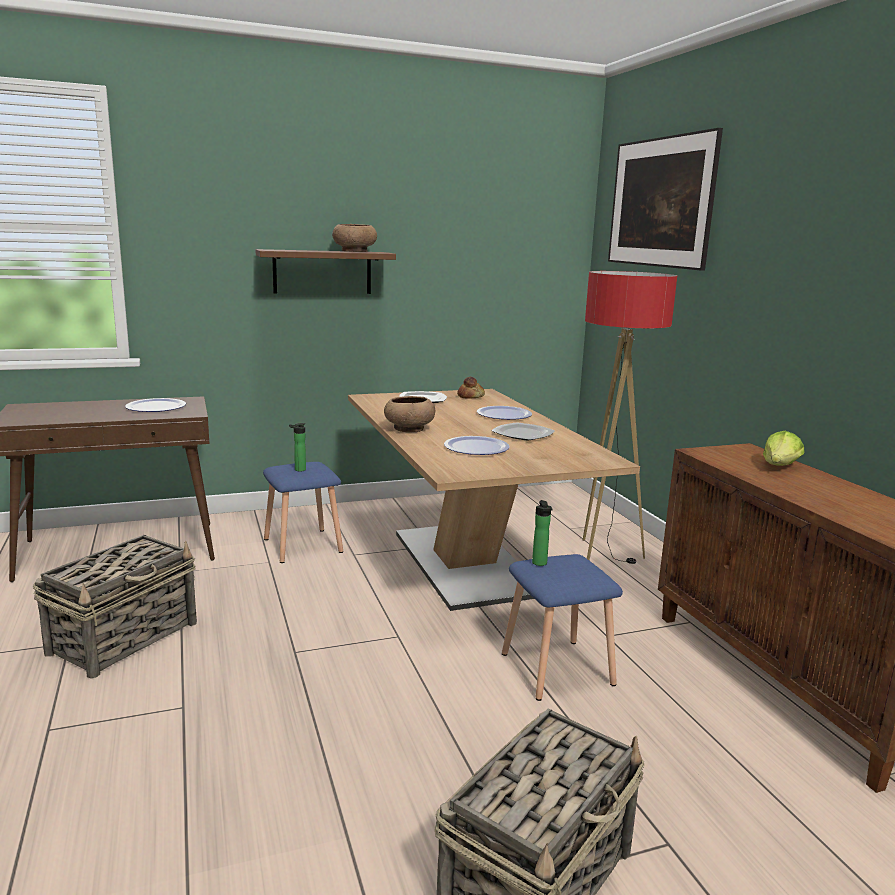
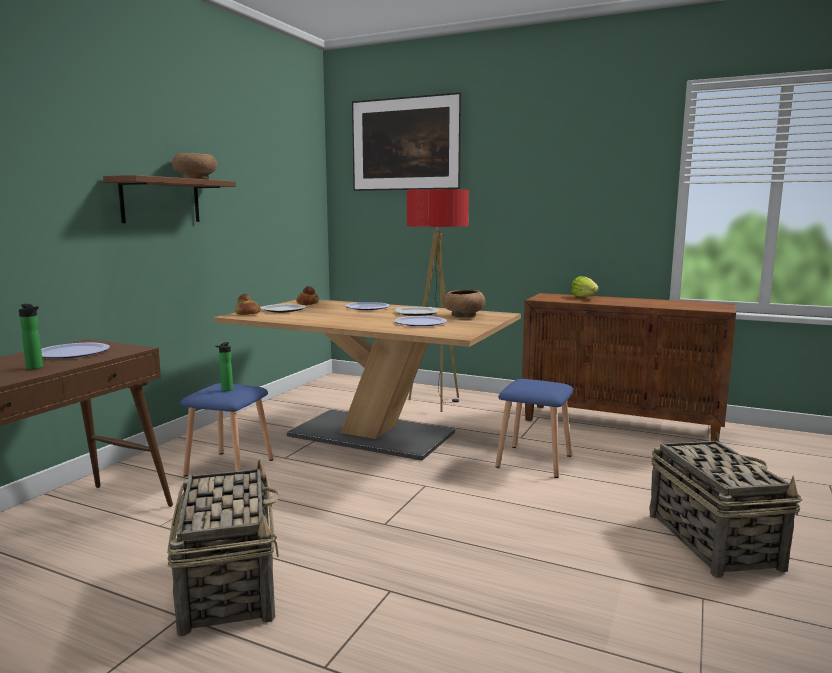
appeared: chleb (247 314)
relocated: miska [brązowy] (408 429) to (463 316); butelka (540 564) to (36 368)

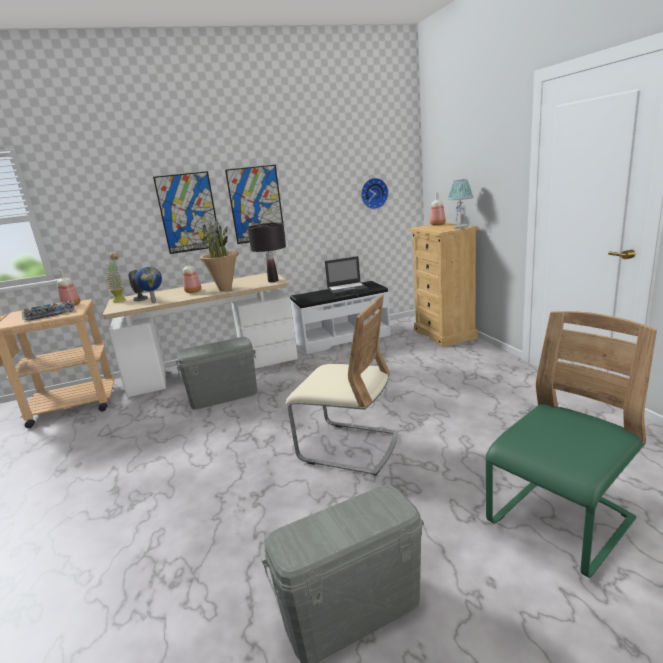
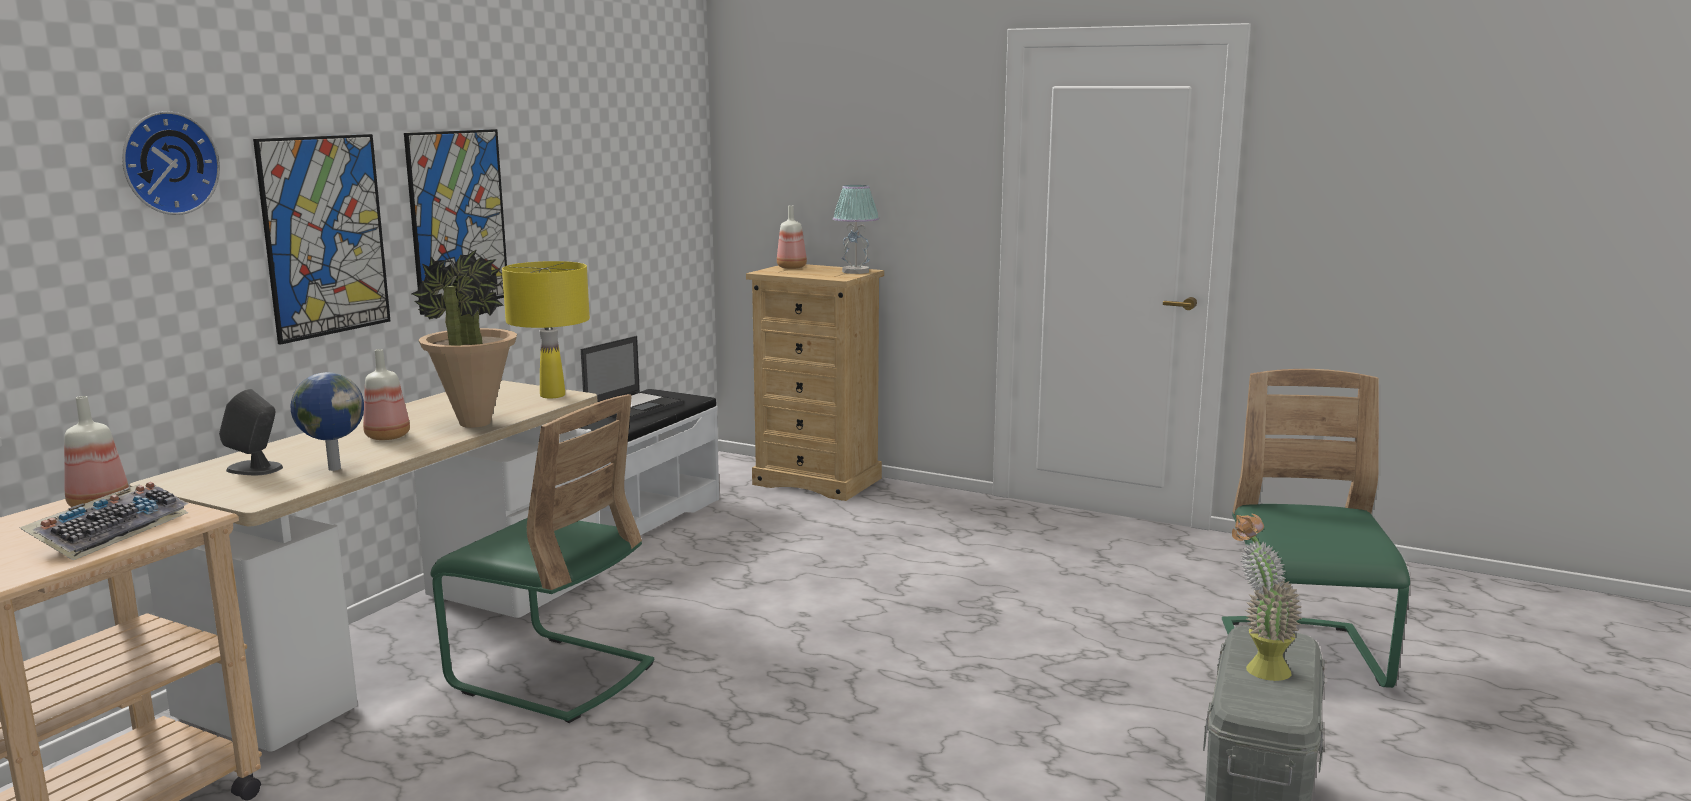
missing: krzesło [beżowy] (348 447)
relocated: zegar ścienny (373 193) to (167 163); roślina doniczkowa (120 299) to (1257 667)
exchanged: pojemnik do przechowywania [szary] (223 396) to krzesło [zielony] (551 676)
colour: lampa stołowa [czarny] (273 281) to lampa stołowa [żółty] (552 395)

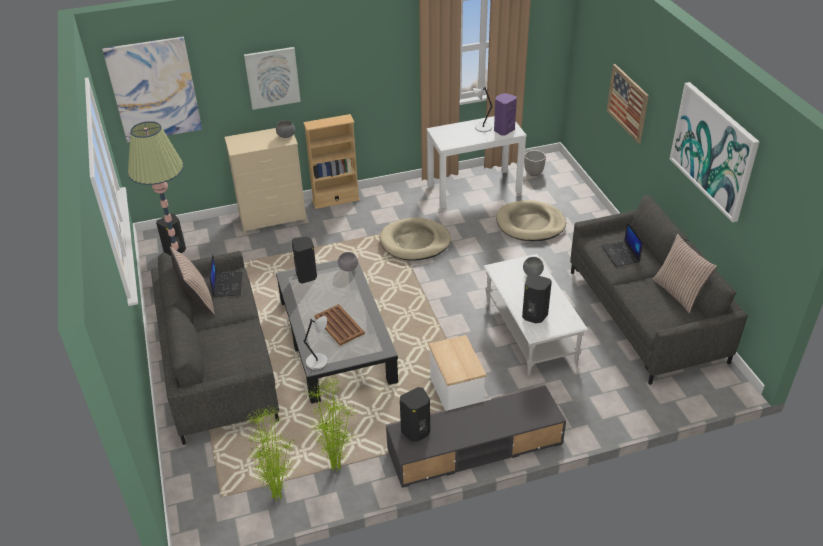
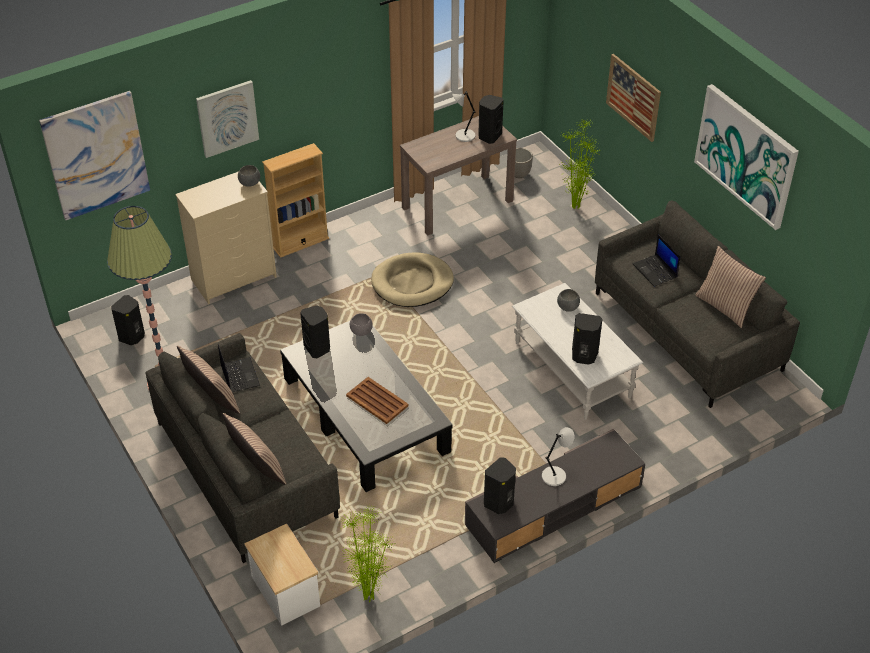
missing: legowisko [beżowy] (530 224)
appeared: poduszka (257 469)
relocated: lampa stołowa [szary] (318 361) to (555 475); stolik (456 393) to (286 591); roślina doniczkowa (336 466) to (575 206)
colour: głośnik [fioletowy] (503 130) to głośnik [czarny] (489 136); stolik konsolowy [biały] (474 188) to stolik konsolowy [brązowy] (457 204)

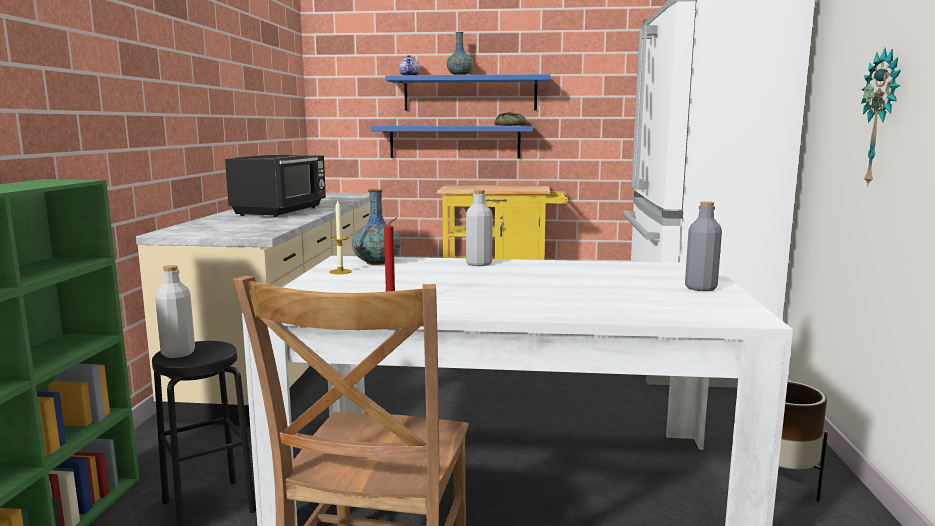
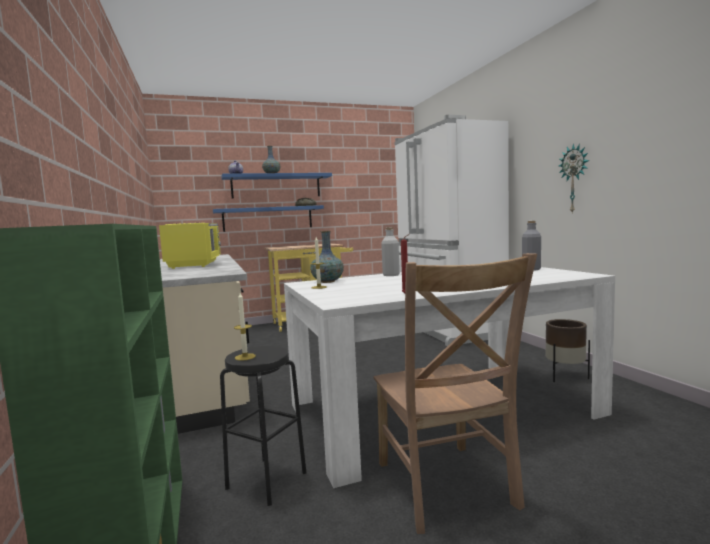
exchanged: butelka [szary] (178 353) to świeca (245 357)
colour: mikrofalówka [czarny] (281 211) to mikrofalówka [żółty] (195 264)

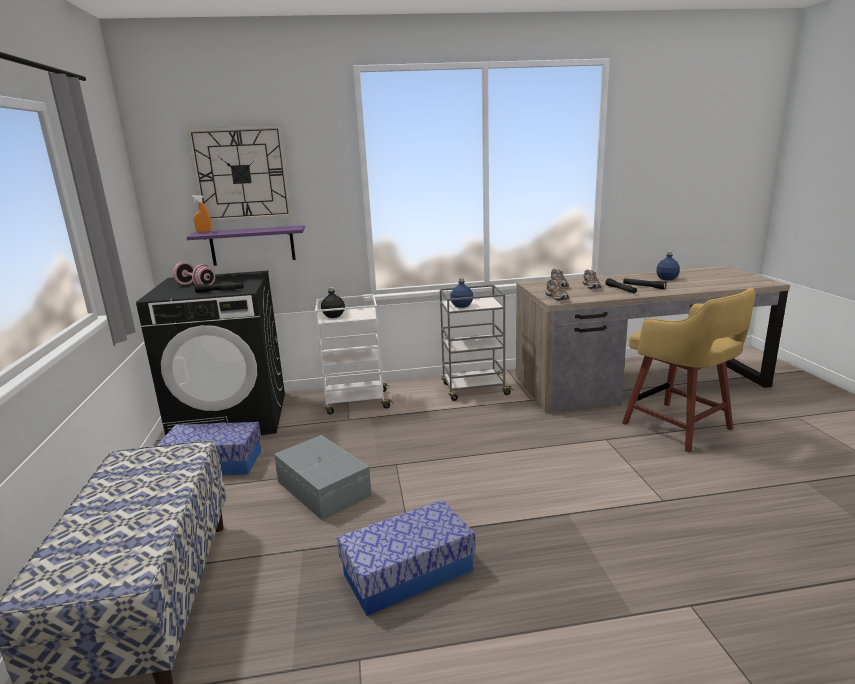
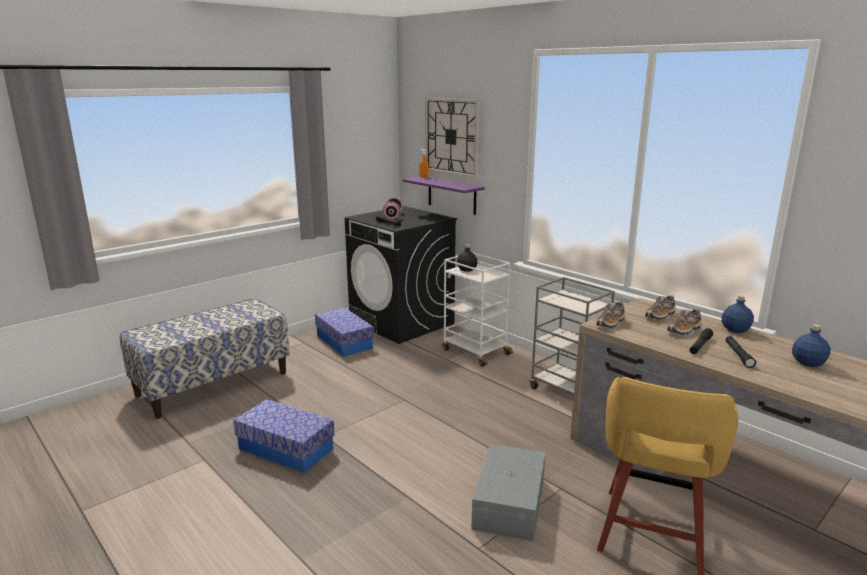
relocated: butelka [niebieski] (462 306) to (736 330); pojemnik do przechowywania [szary] (324 487) to (511 503)

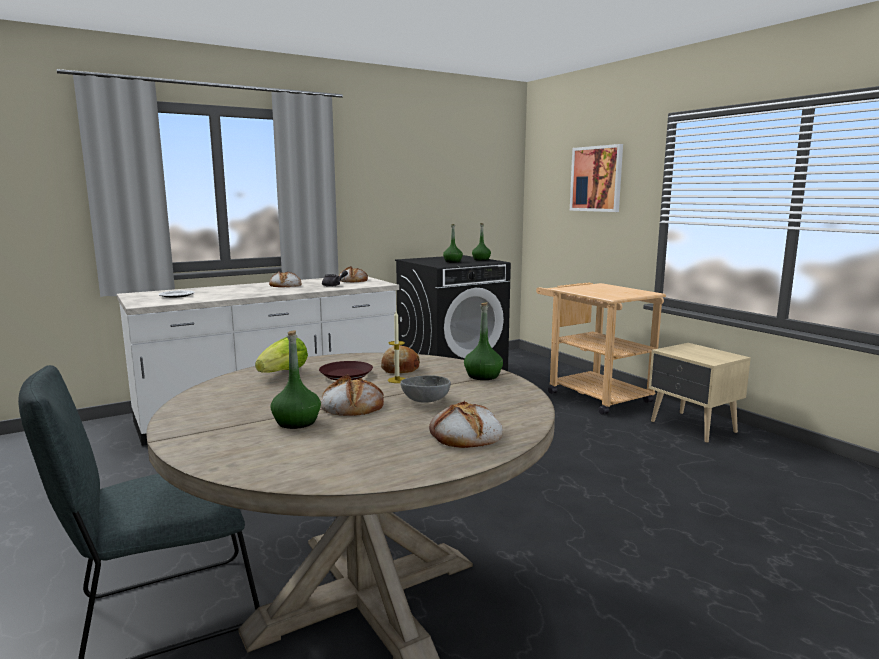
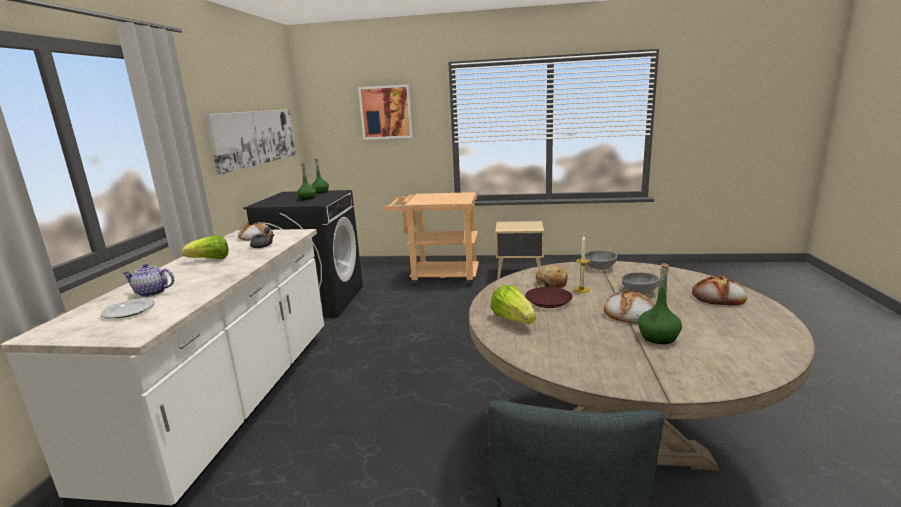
appeared: obraz (256 138); imbryk (151 293)
exchanged: chleb (285 285) to sałata (210 260); butelka [zielony] (483 376) to miska [szary] (599 268)

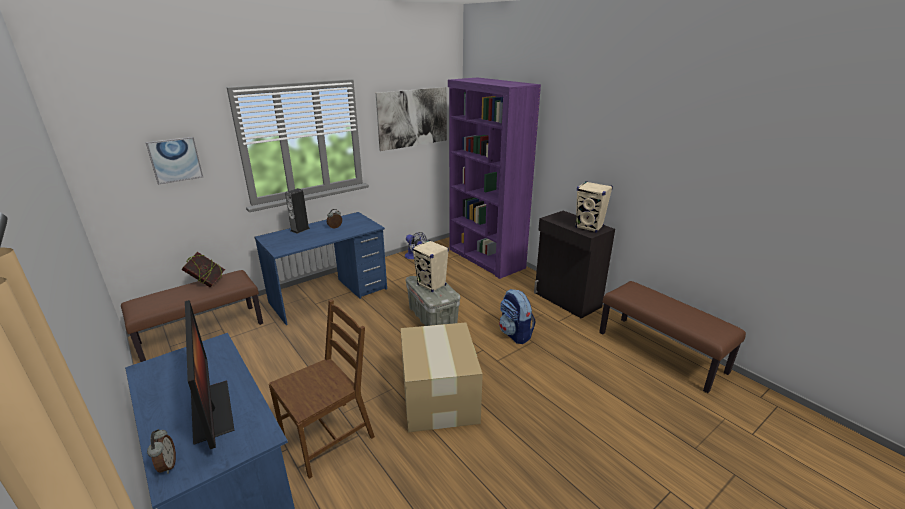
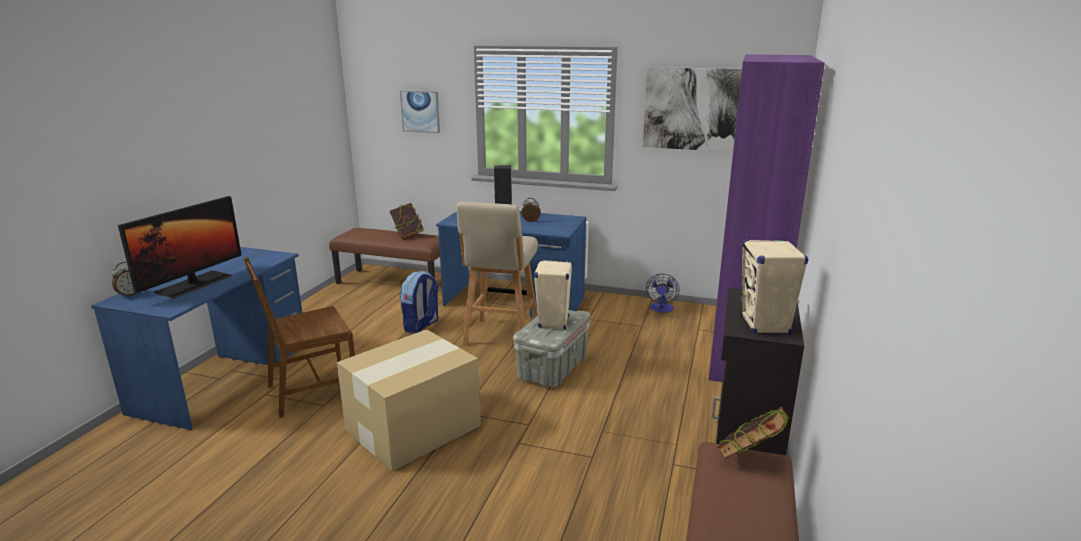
appeared: stołek [beżowy] (501 336); książka (749 459)
relocated: plecak (515 334) to (421 325)
spun: krzesło [brązowy] (328 436) = (312 391) 135 degrees clockwise

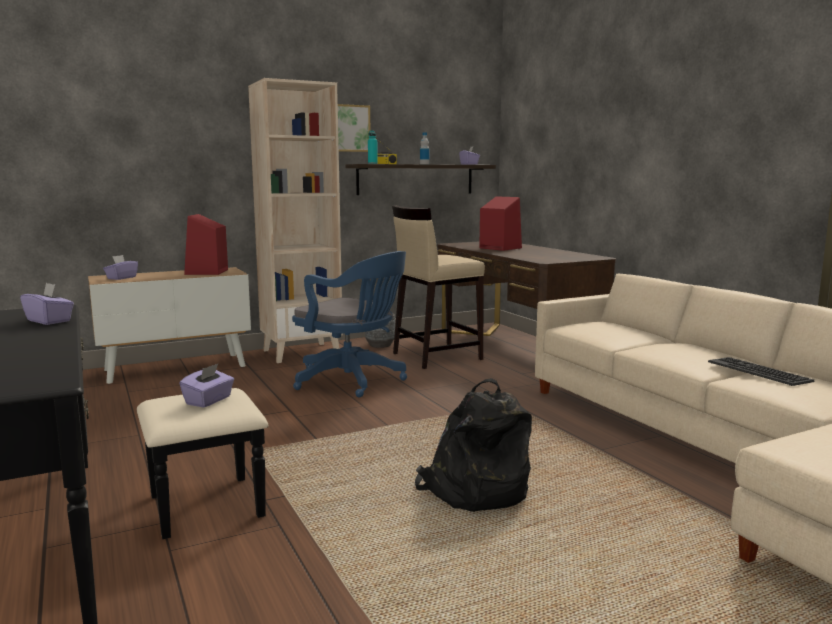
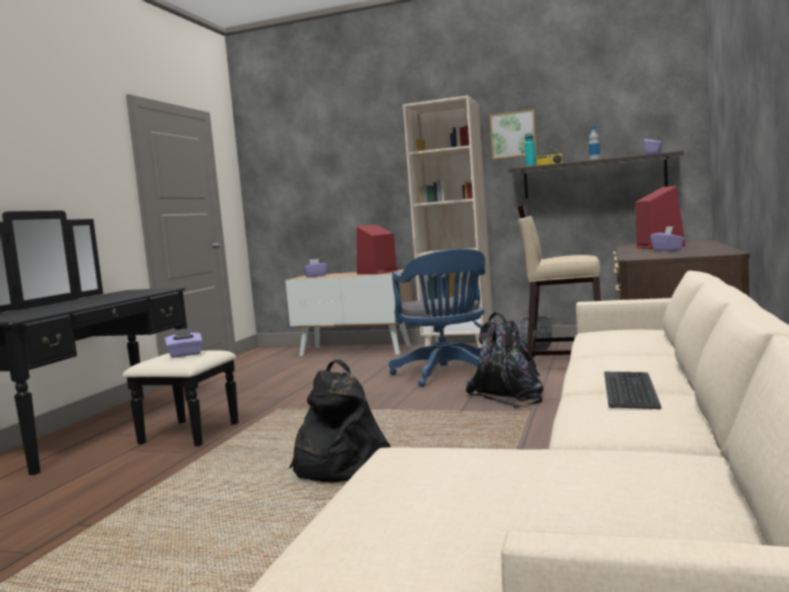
appeared: plecak [czarny] (509 395)
relocated: pudełko chusteczek [fioletowy] (49 321) to (667 250)

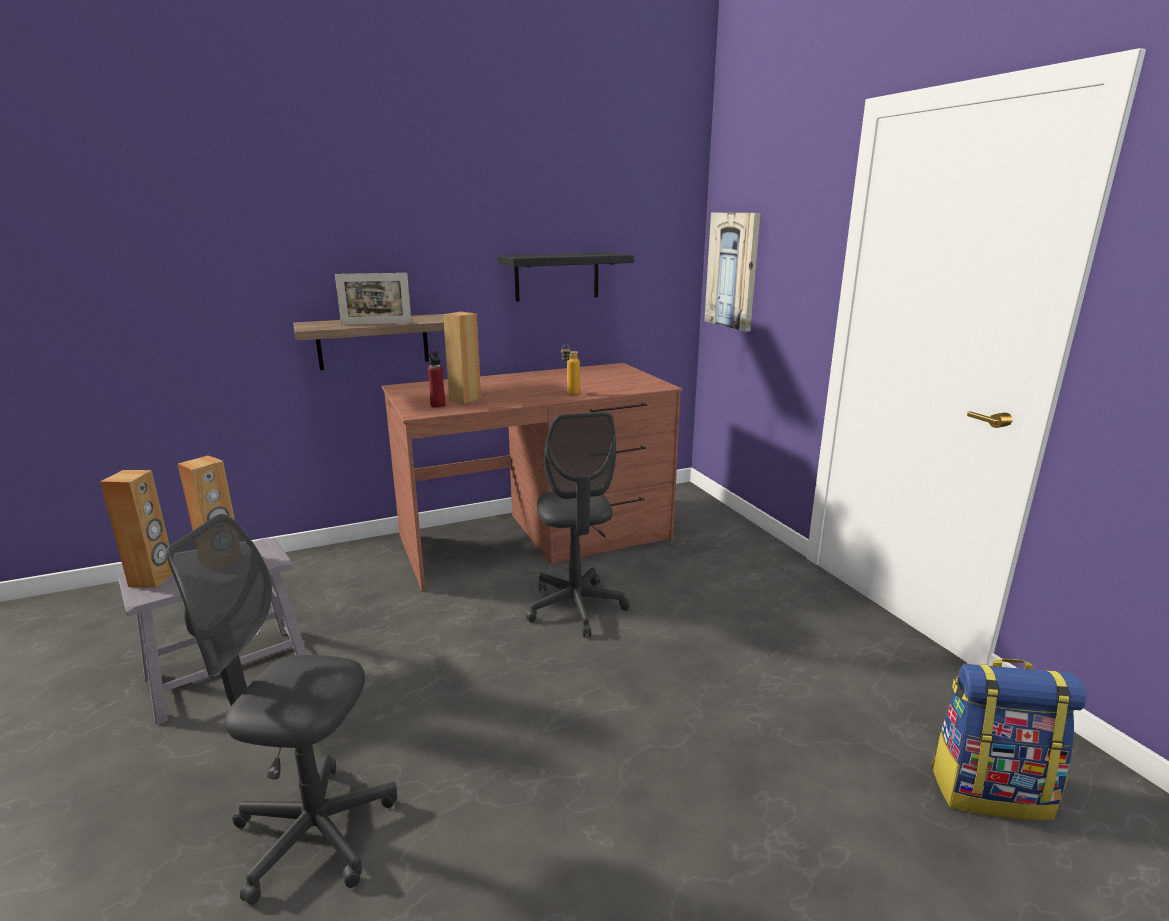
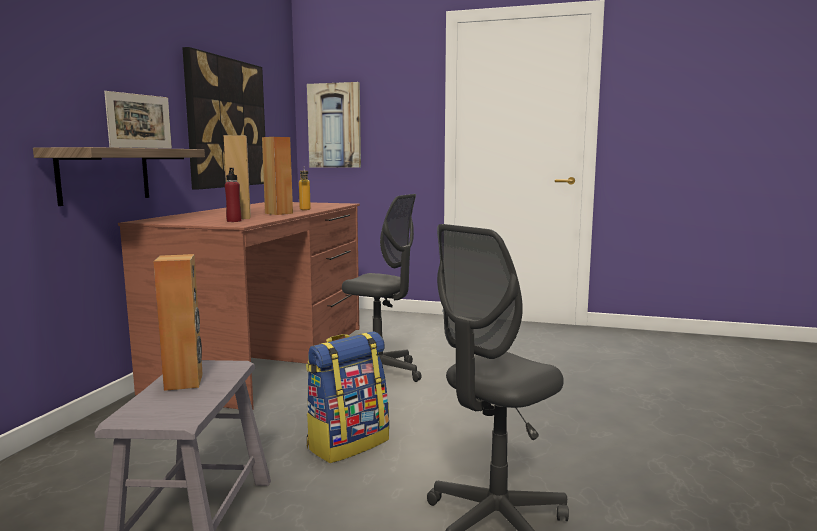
relocated: głośnik [brązowy] (153 579) to (279 213); plecak (990 790) to (348 443)
exchanged: półka [czarny] (557 276) to obraz (226 123)

